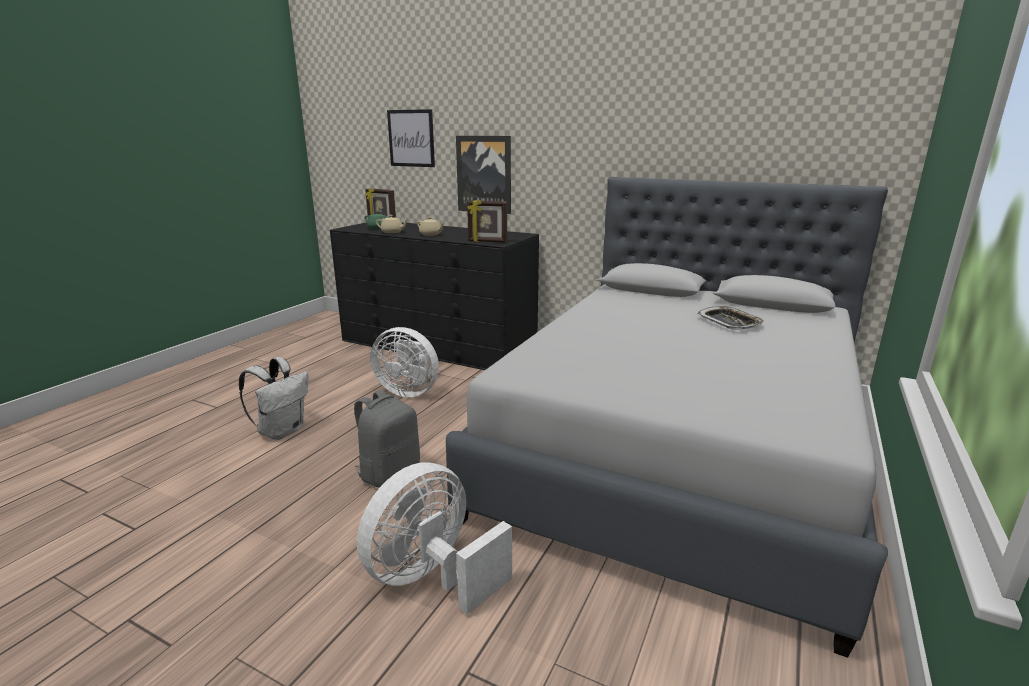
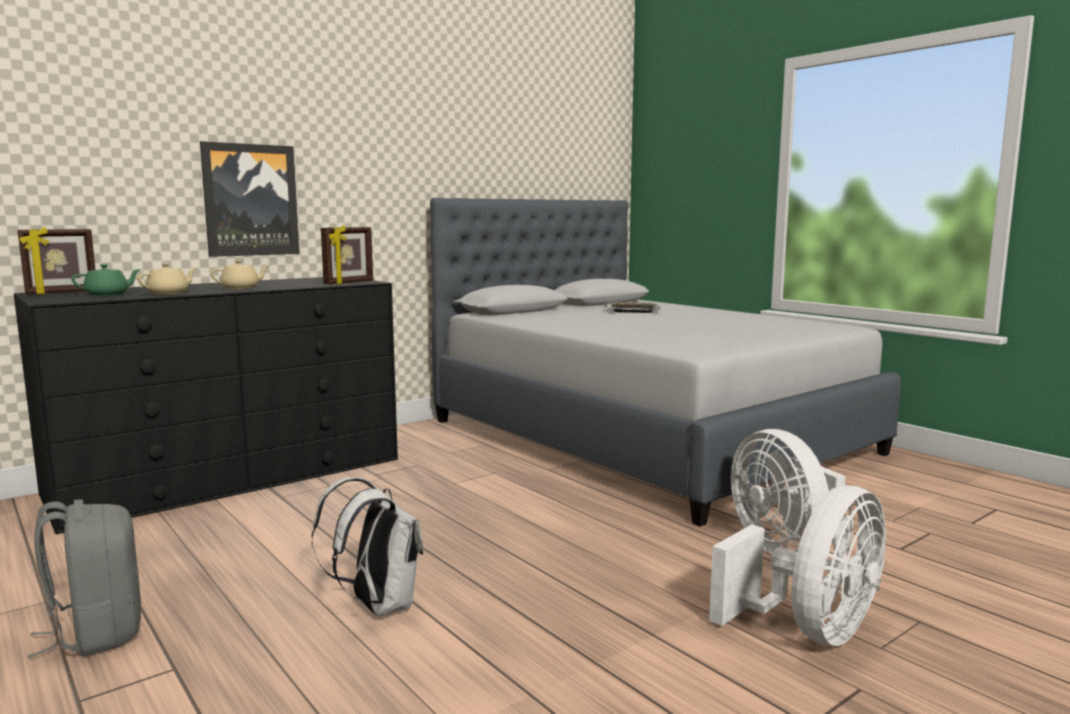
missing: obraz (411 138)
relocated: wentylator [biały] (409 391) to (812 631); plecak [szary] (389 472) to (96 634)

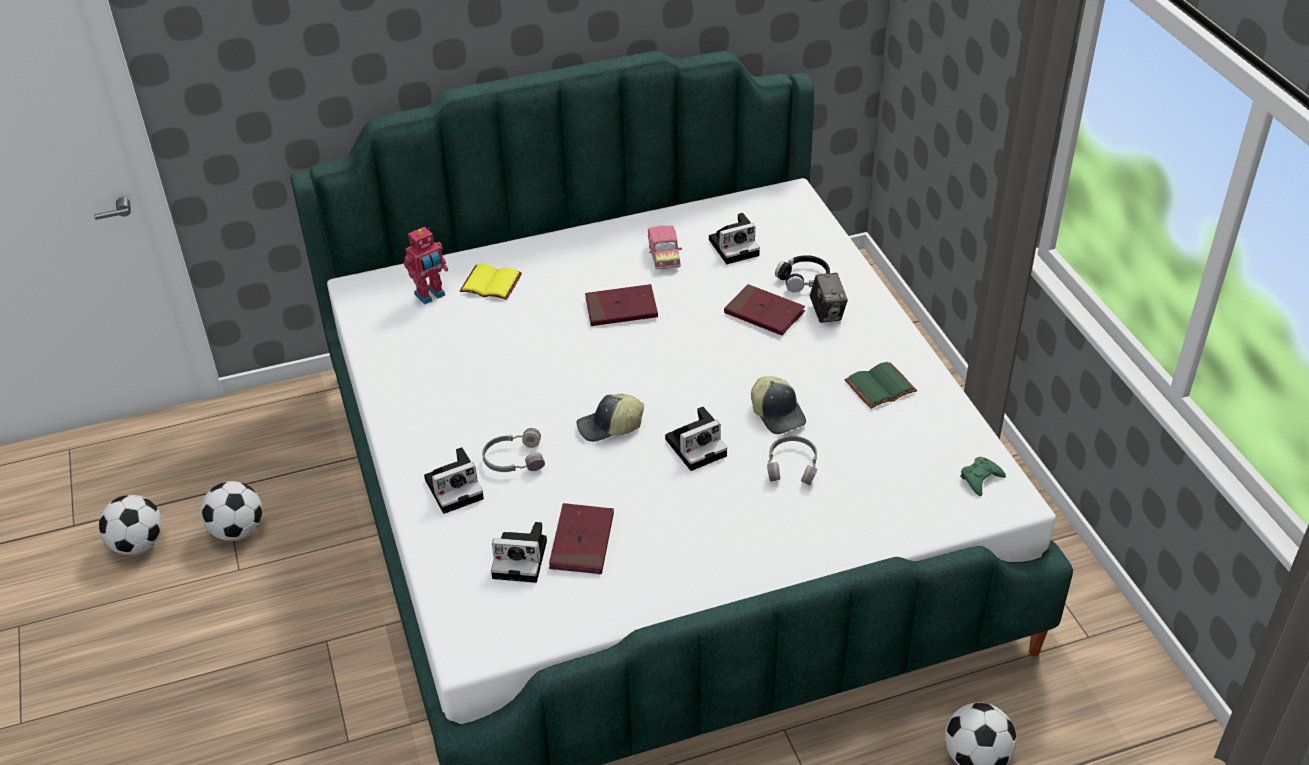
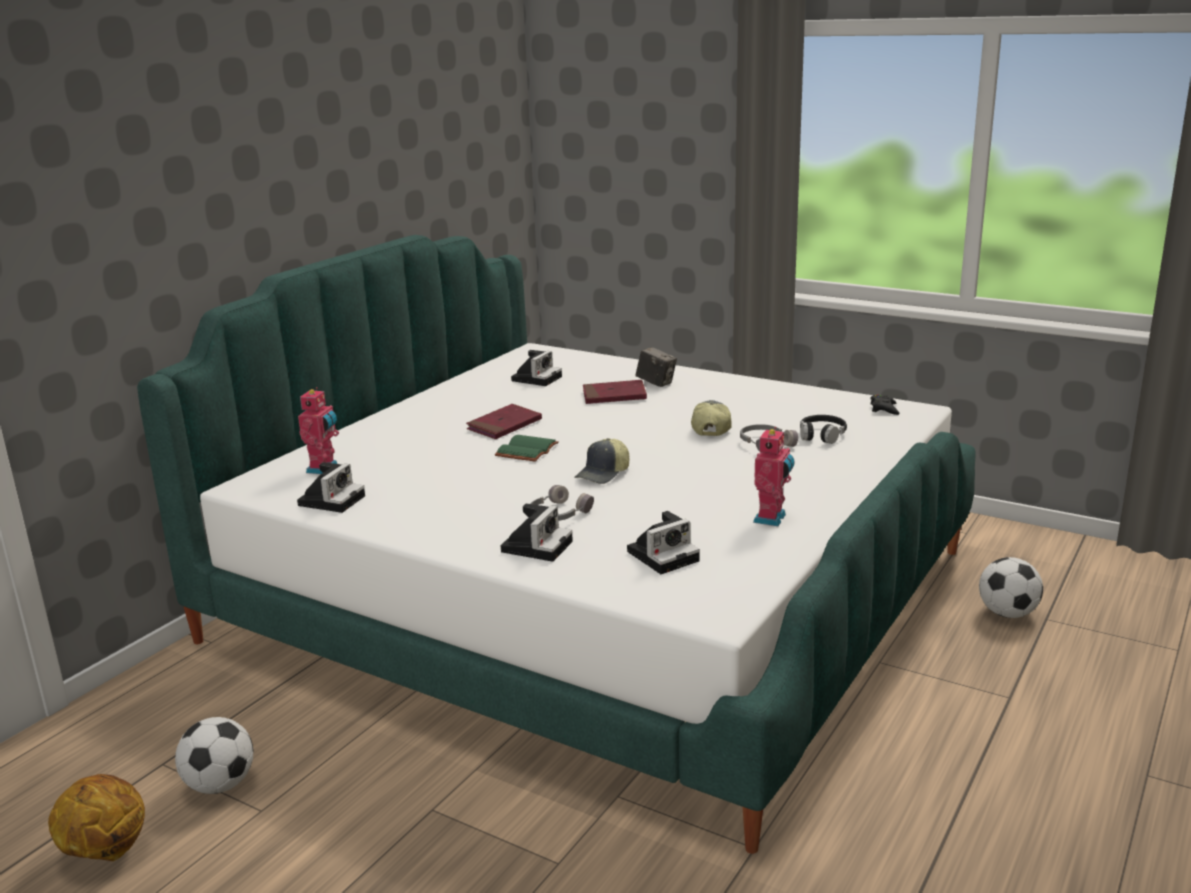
missing: samochodzik (664 255); książka [żółty] (492 283); książka [czerwony] (582 542)
appeared: robot zabawkowy (772 519)
relocated: słuchawki [czarny] (803 279) to (822 435); książka [zielony] (880 388) to (528 451); aparat fotograficzny (697 446) to (332 499)
exchanged: piłka futbolowa (138 544) to piłka do koszykówki (105 852)
colour: pad do gier [zielony] (980 479) to pad do gier [czarny] (884 409)
spun: czapka z daszkiem (778 413) = (710 428) 105 degrees counterclockwise

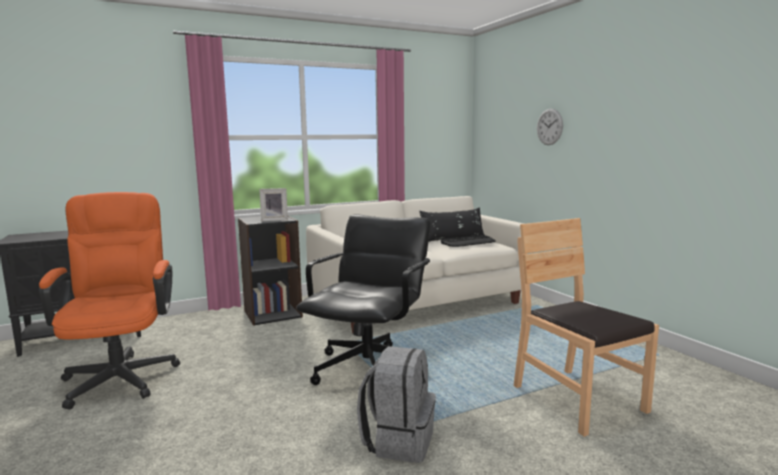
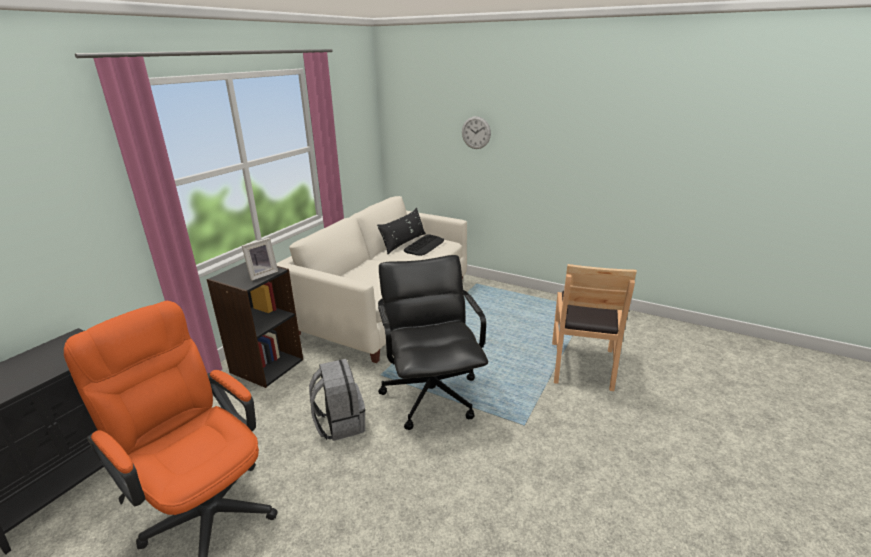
relocated: plecak [szary] (398 441) to (340 423)
spun: krzesło [brązowy] (577 399) = (582 365) 105 degrees counterclockwise

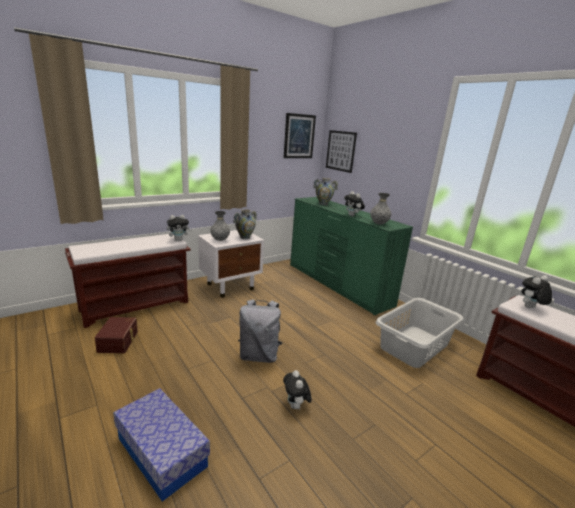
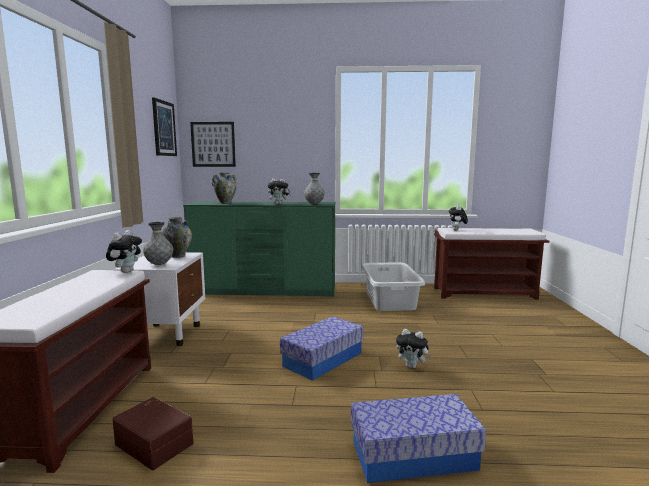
exchanged: plecak [szary] (259 356) to pojemnik do przechowywania (323 359)

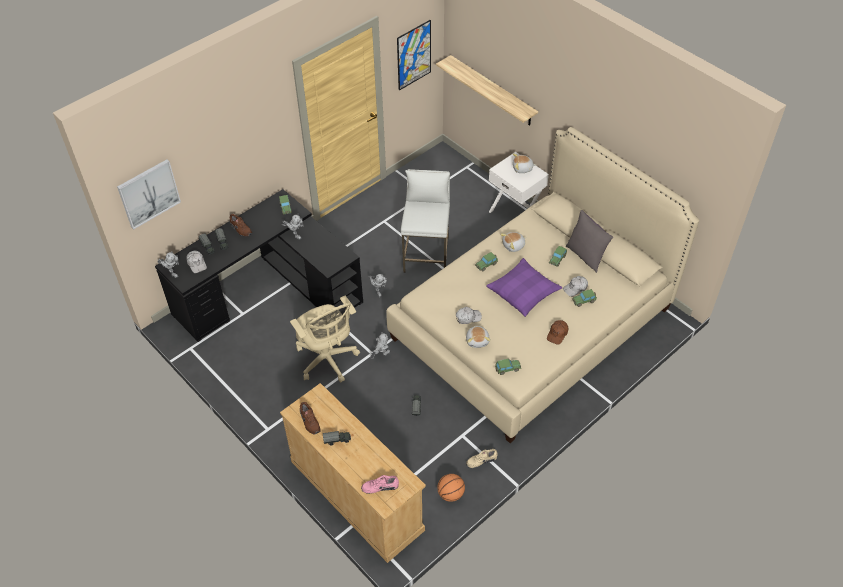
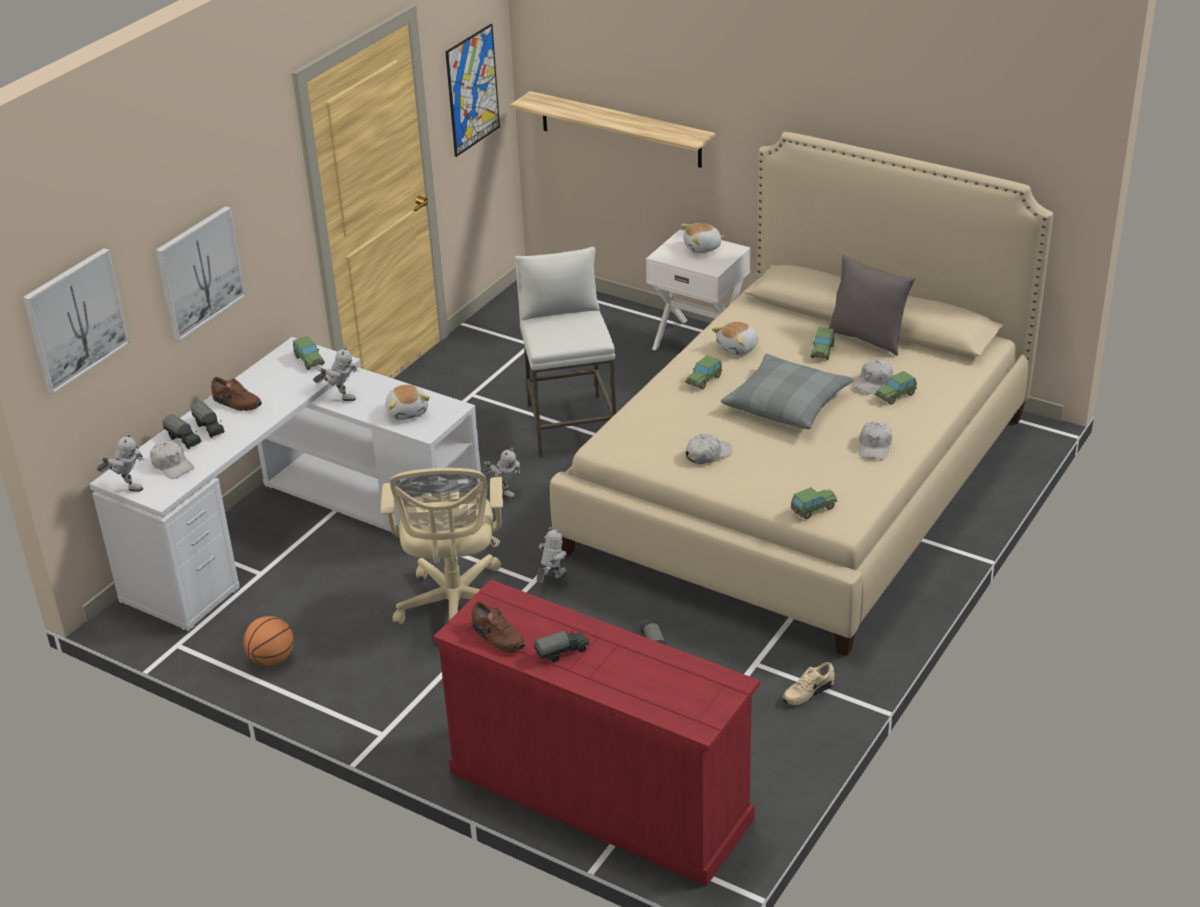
missing: but [różowy] (380 486)
appeared: obraz (199 272)
relocated: pluszak (477 340) to (407 411); piłka do koszykówki (450 494) to (272 659)
colour: biurko [czarny] (270 289) to biurko [biały] (300 528); poduszka [fioletowy] (523 292) to poduszka [szary] (787 403); czapka z daszkiem [brązowy] (557 334) to czapka z daszkiem [biały] (875 446); komoda [beżowy] (355 494) to komoda [czerwony] (597 795)
spun: krzesło biurowe [beżowy] (328 360) = (455 608) 45 degrees clockwise

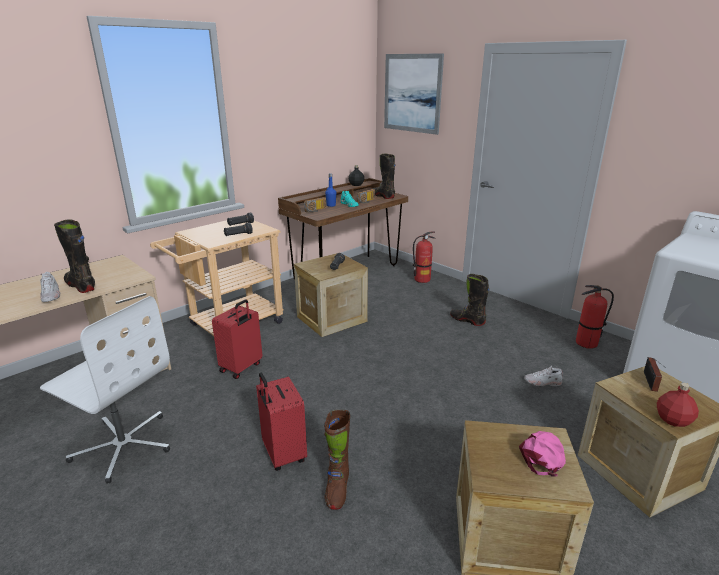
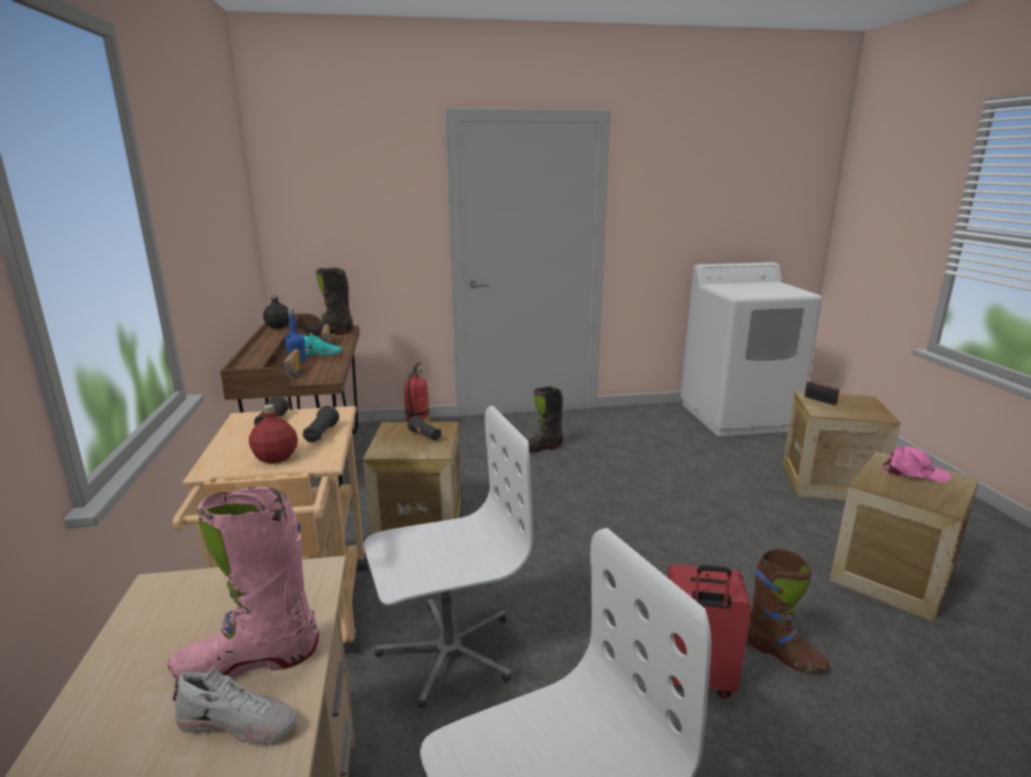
missing: obraz (412 93); gaśnica (586 343); but [biały] (542 382)
relocated: butelka [czerwony] (673 420) to (276 458)
exchanged: walizka [czerwony] (241 368) to krzesło biurowe [biały] (447 651)
colour: but z cholewką [czarny] (81 286) to but z cholewką [różowy] (249 662)
spun: czapka z daszkiem [różowy] (542 455) = (913 472) 135 degrees clockwise

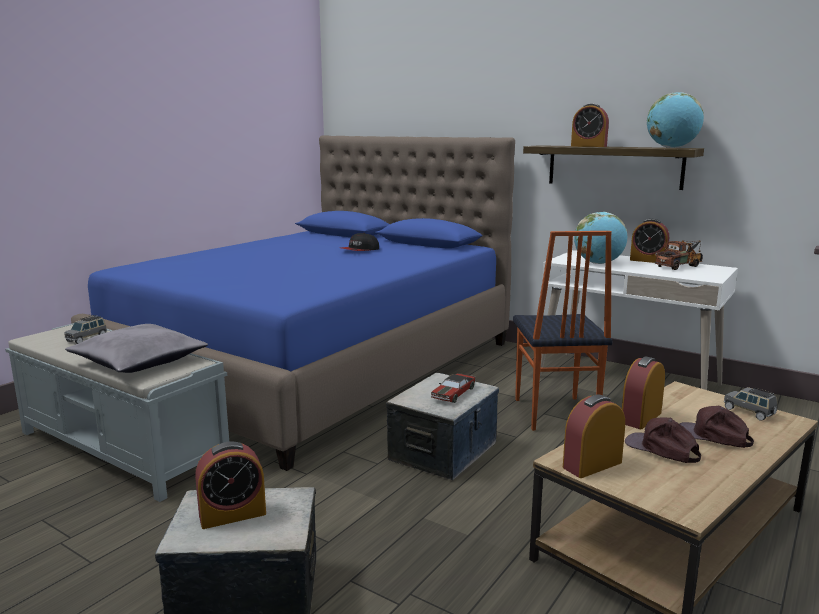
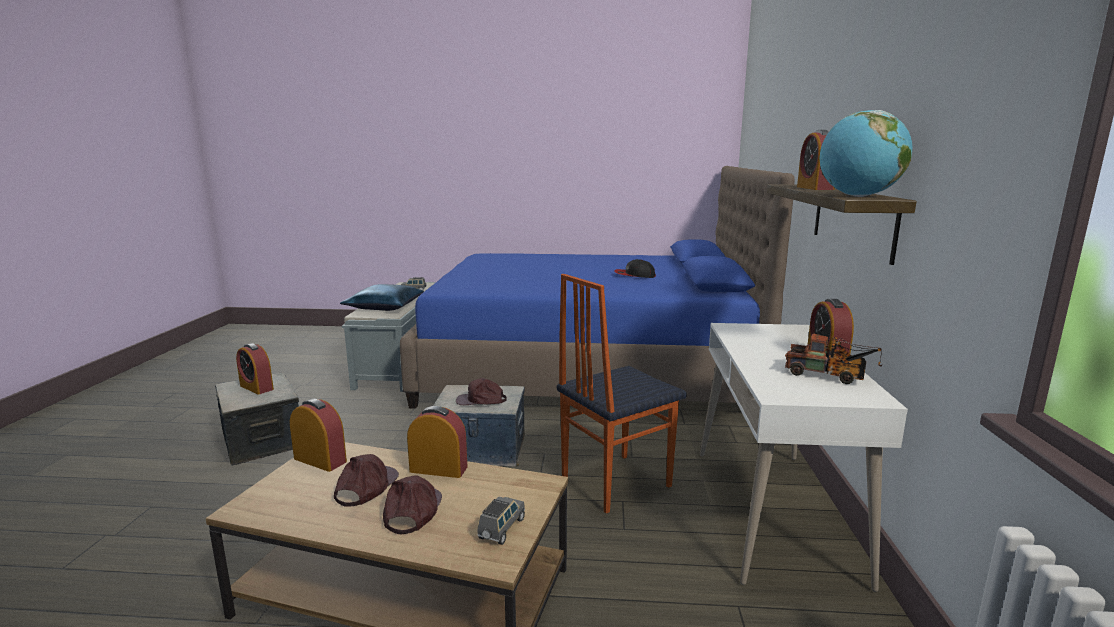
missing: globus (598 263)
exchanged: samochodzik (453 393) to czapka z daszkiem [brązowy] (481 400)
colour: poduszka [szary] (140 362) to poduszka [niebieski] (384 306)

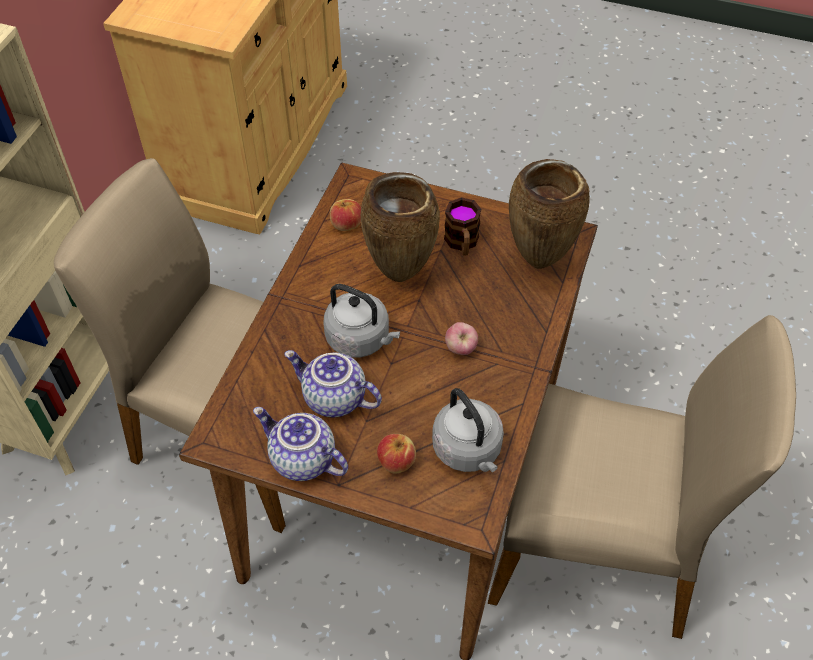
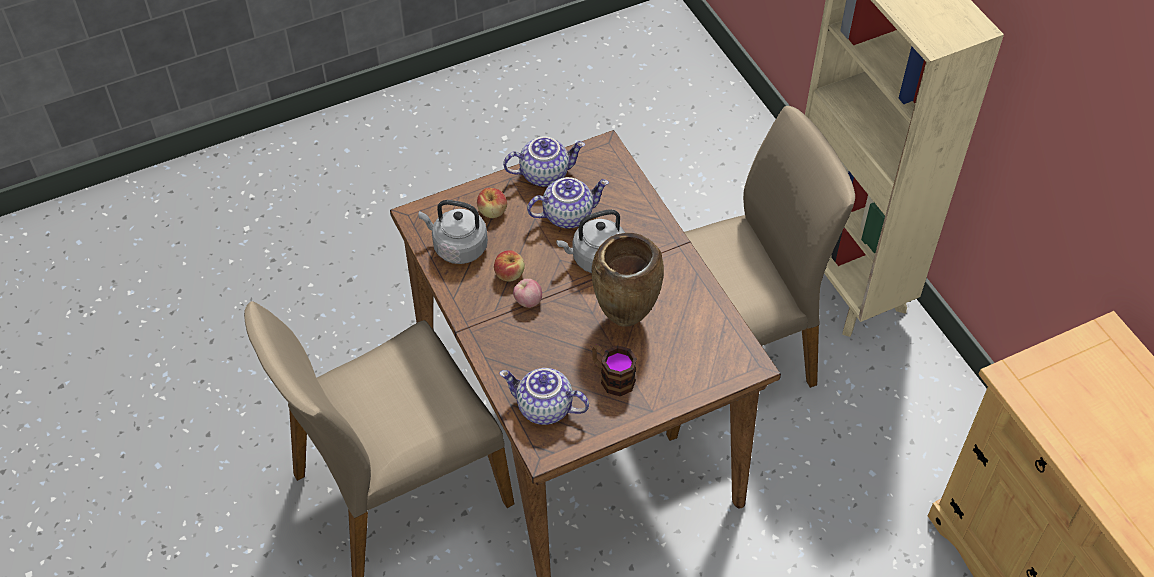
relocated: jabłko (346 224) to (509 274)
exchanged: wazon [brązowy] (540 260) to imbryk (543 408)

